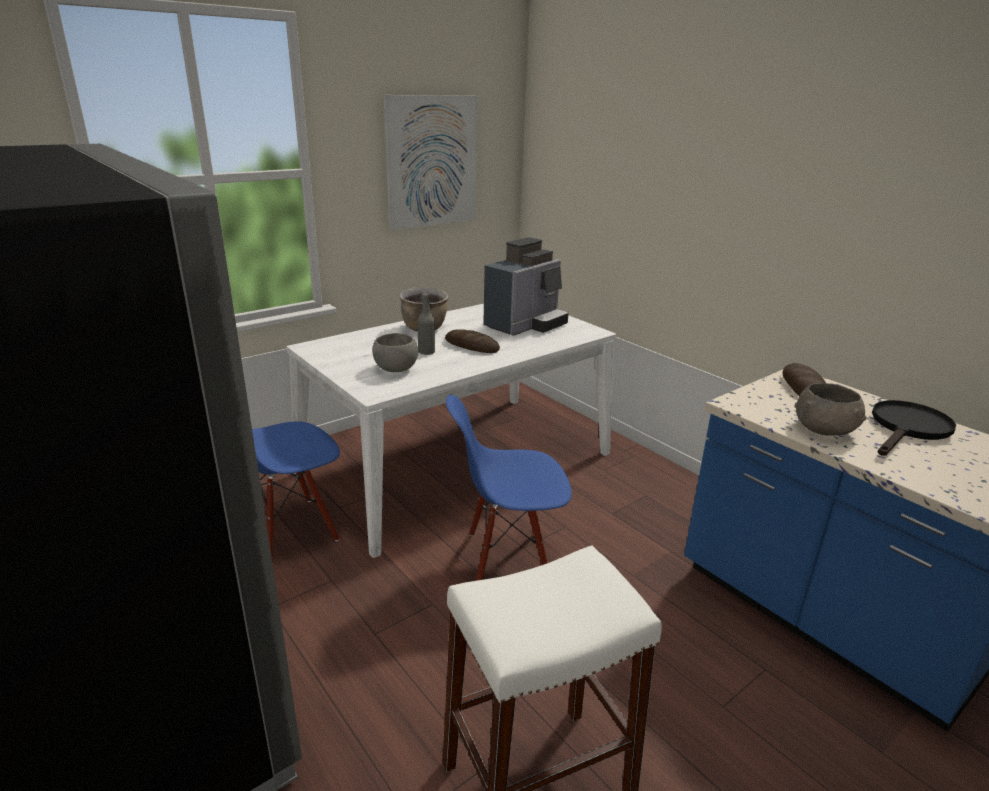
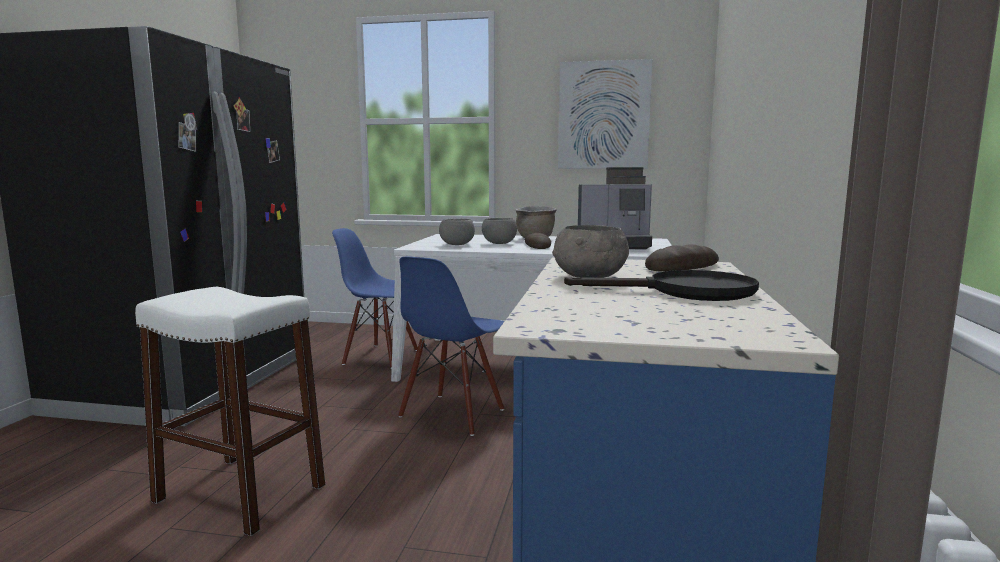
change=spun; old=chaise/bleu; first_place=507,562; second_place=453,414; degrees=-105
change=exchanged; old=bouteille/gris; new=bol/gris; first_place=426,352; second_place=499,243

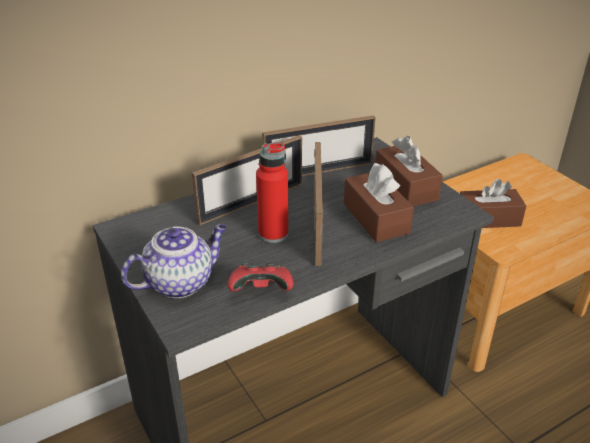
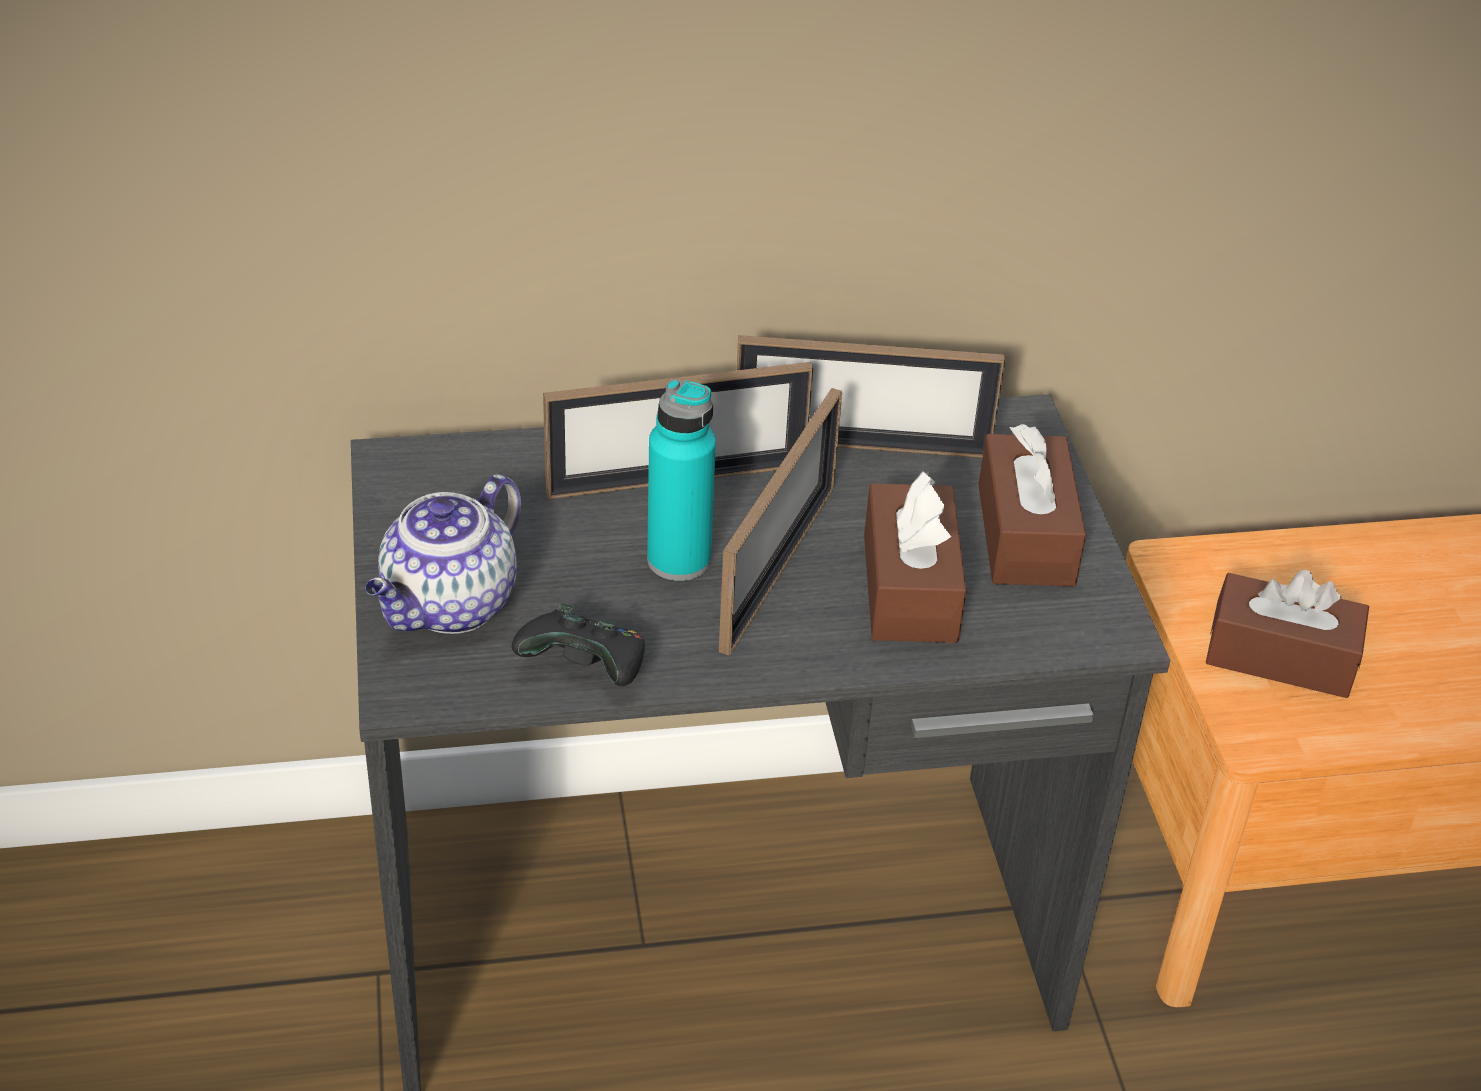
change=spun; old=théière; first_place=181,282; second_place=449,607; degrees=135
change=colour; old=manette/rouge; new=manette/noir; first_place=261,290; second_place=586,670
change=colour; old=bouteille/rouge; new=bouteille/turquoise; first_place=273,234; second_place=679,560

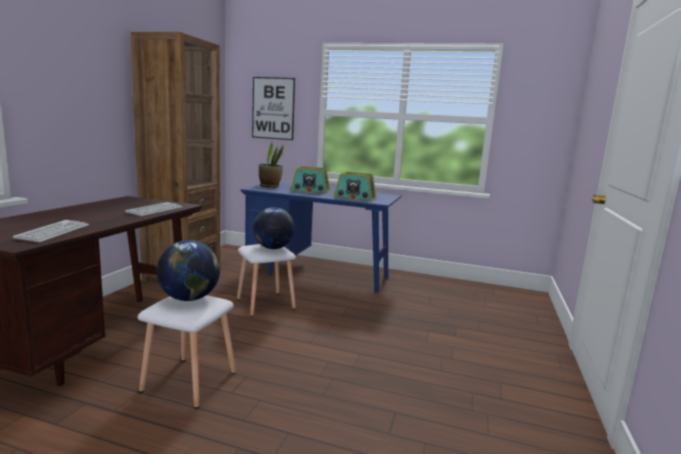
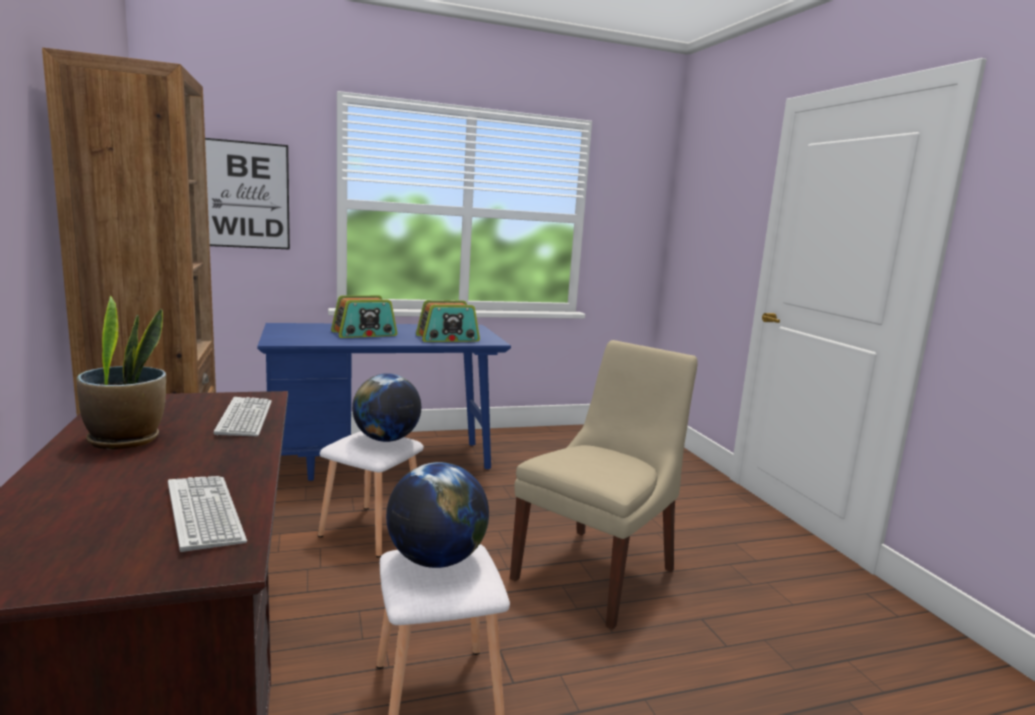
change=relocated; old=plante en pot; first_place=270,186; second_place=126,439
change=appeared; new=chaise/beige; second_place=597,572

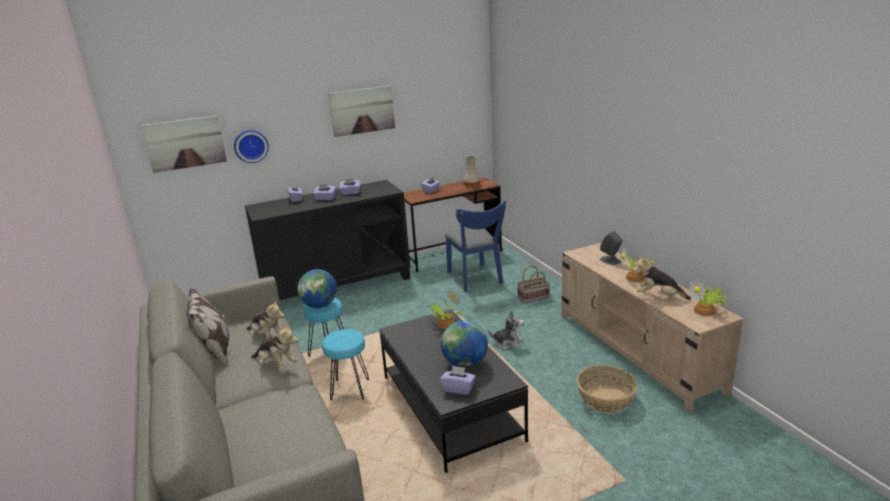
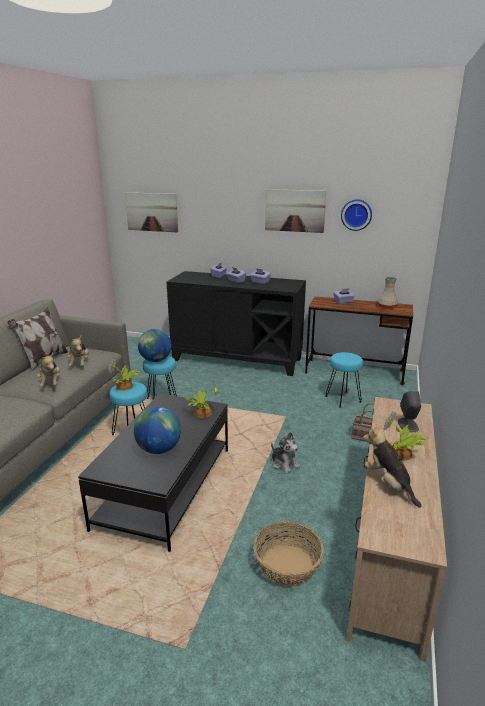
change=relocated; old=plante en pot; first_place=706,311; second_place=125,387
change=exchanged; old=chaise/bleu; new=tabouret/turquoise; first_place=476,279; second_place=342,399
change=relocated; old=horloge murale; first_place=250,146; second_place=356,214
change=missing; old=boîte à mouchoirs/violet; first_place=458,389

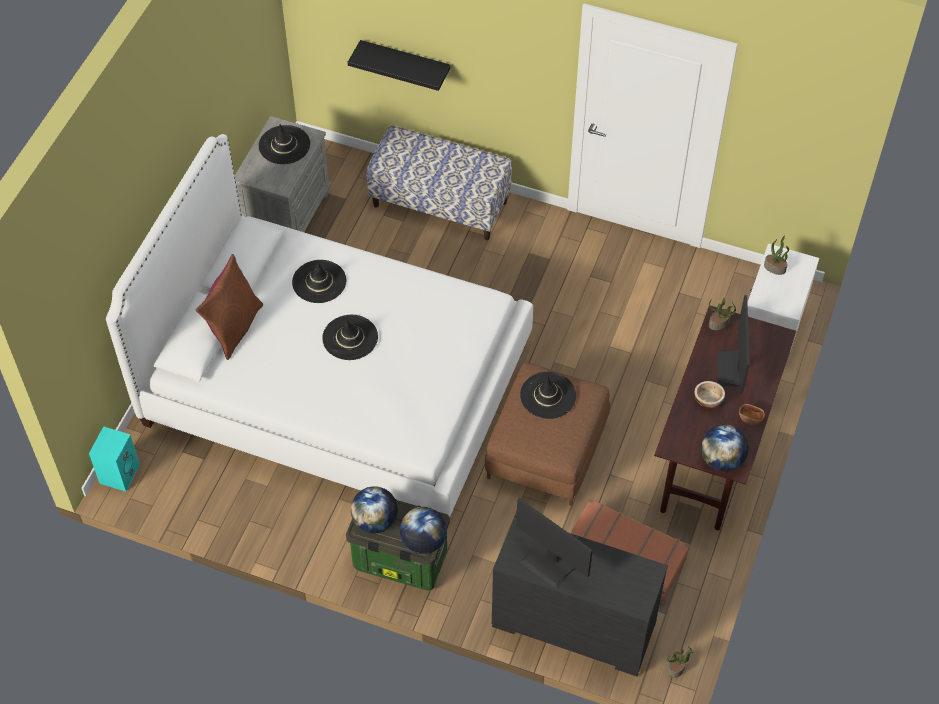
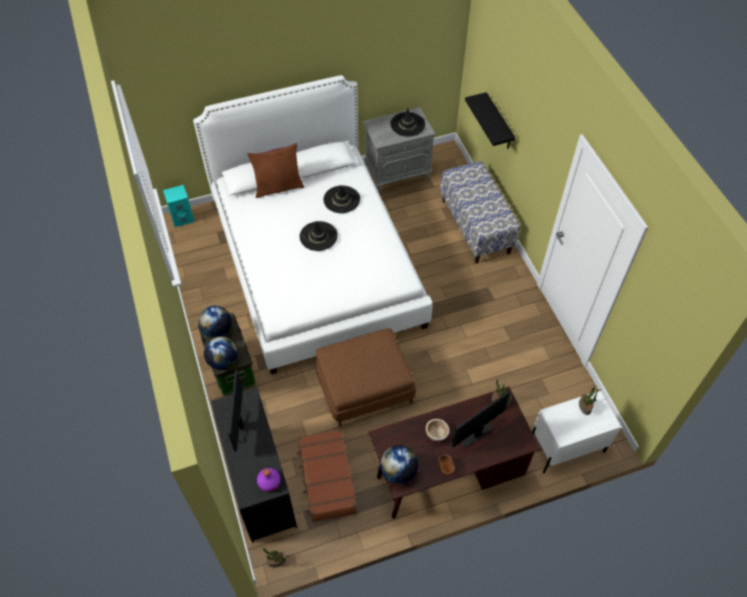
change=appeared; new=bouteille/violet; second_place=269,481
change=missing; old=chapeau/noir; first_place=548,395

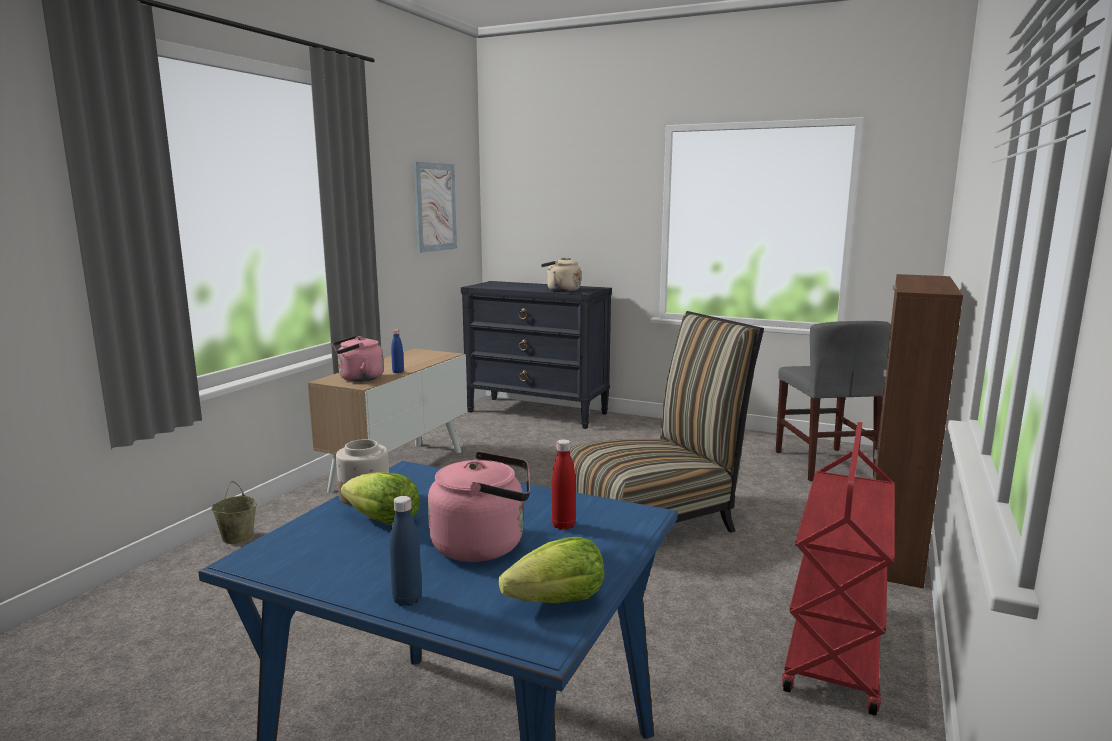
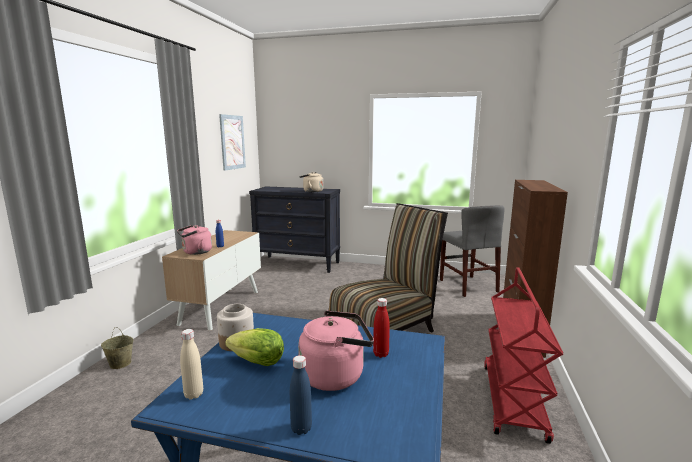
change=appeared; new=bouteille/beige; second_place=193,394
change=missing; old=laitue; first_place=558,602

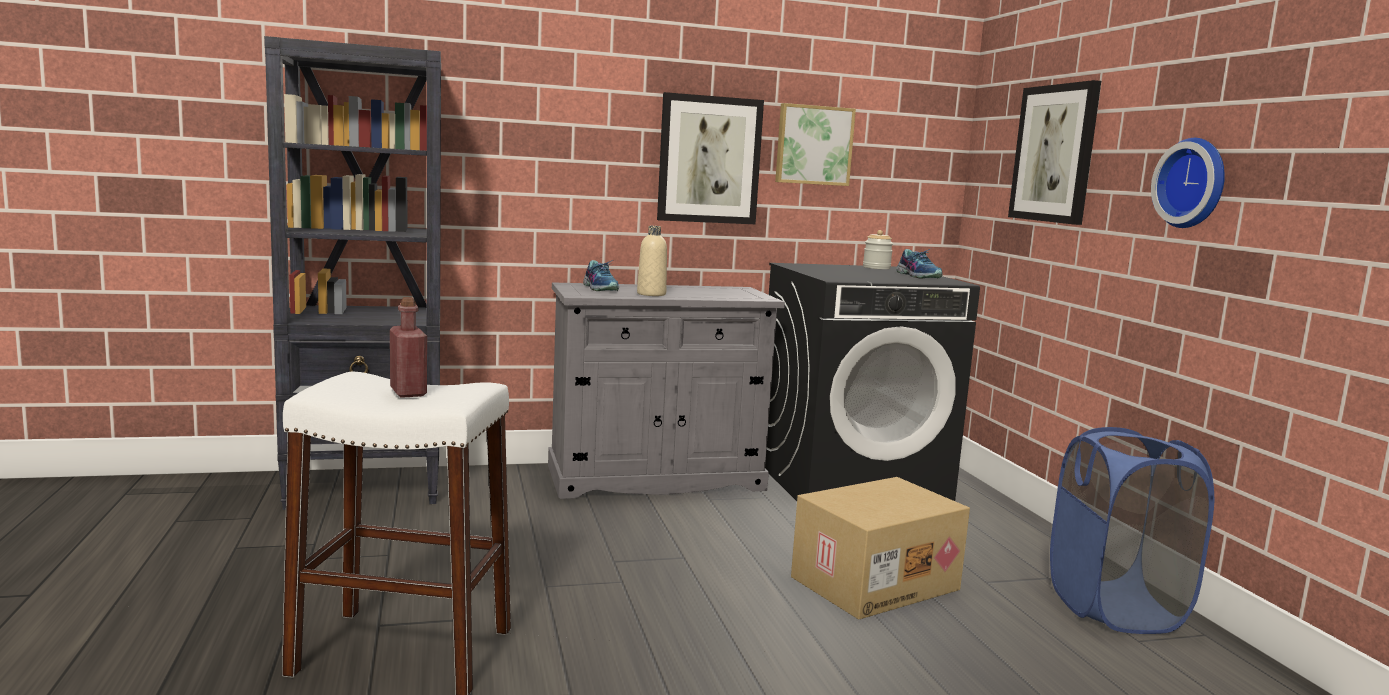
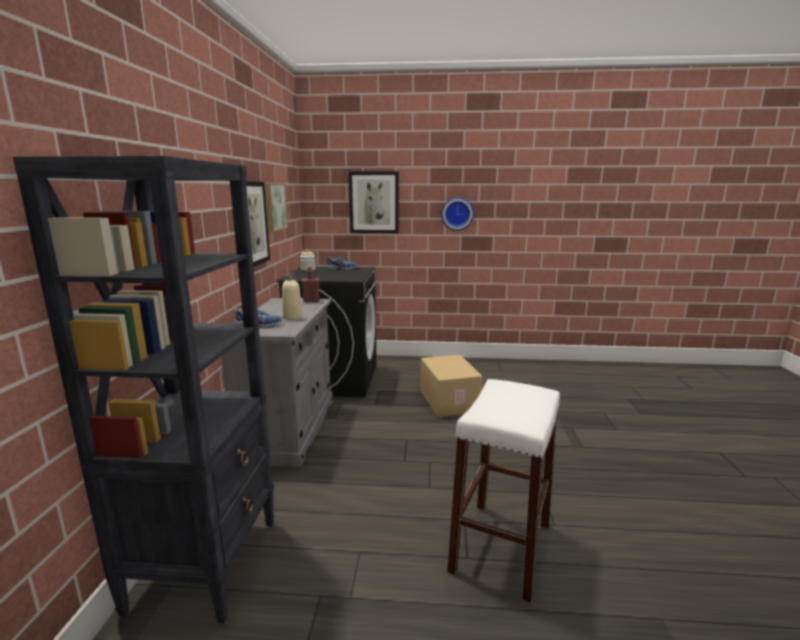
change=relocated; old=bouteille/rouge; first_place=408,392; second_place=311,301
change=missing; old=panier à linge/bleu; first_place=1115,608

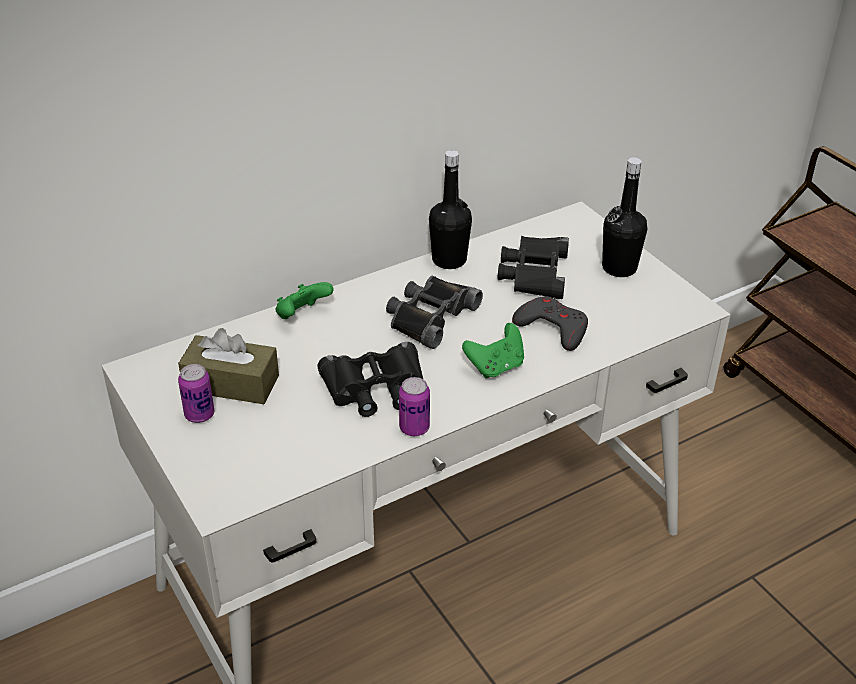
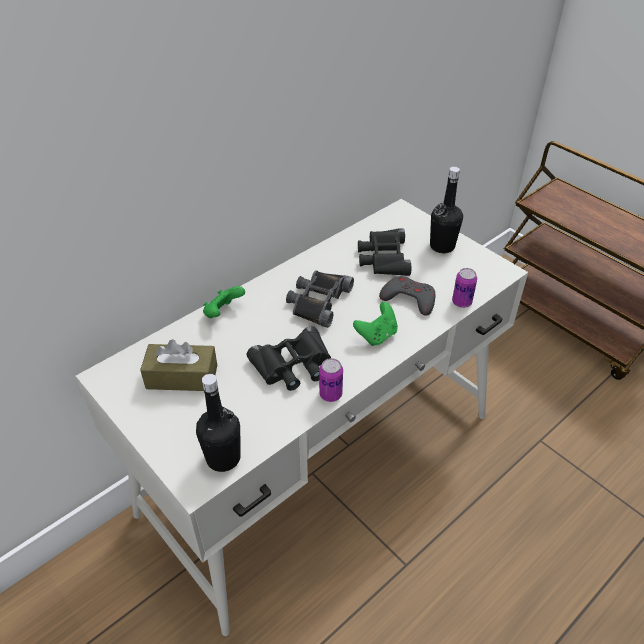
change=relocated; old=bouteille/noir; first_place=449,260; second_place=223,458
change=relocated; old=boîte métallique; first_place=199,415; second_place=461,302

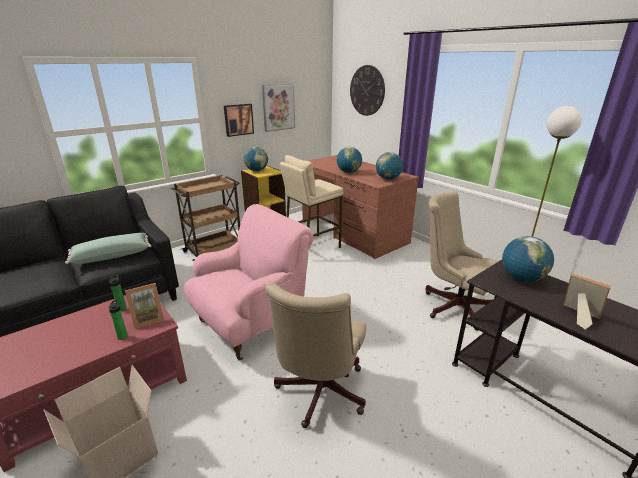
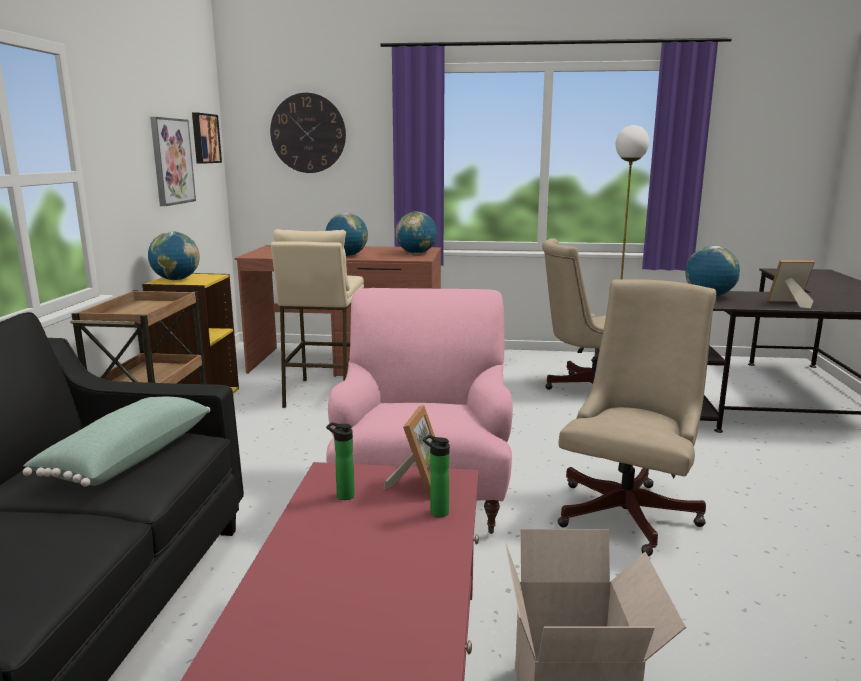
change=relocated; old=tableau; first_place=238,119; second_place=204,138
change=spun; old=chaise de bureau/beige; first_place=318,394; second_place=630,510; degrees=-120

